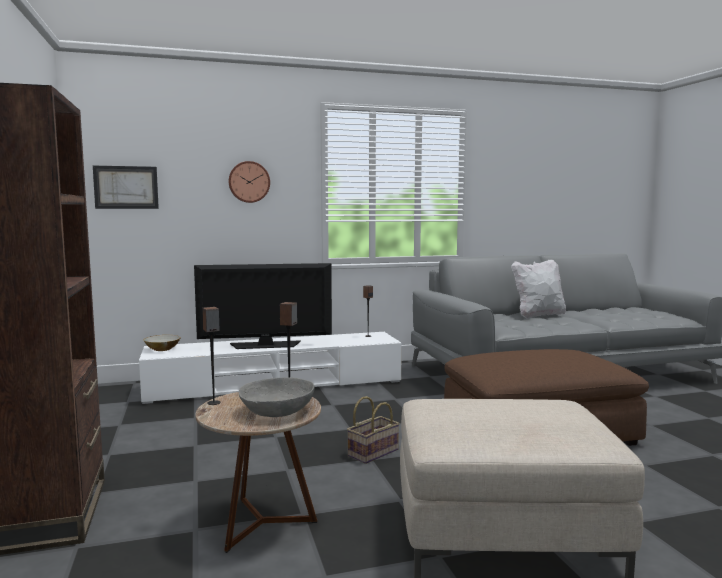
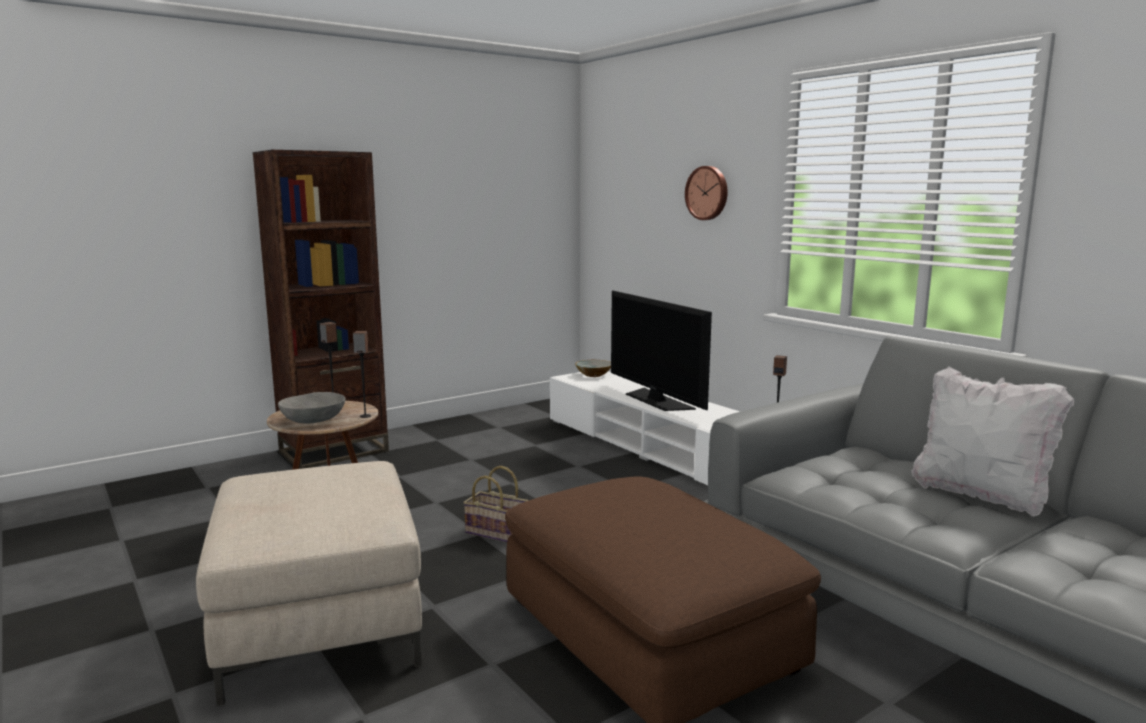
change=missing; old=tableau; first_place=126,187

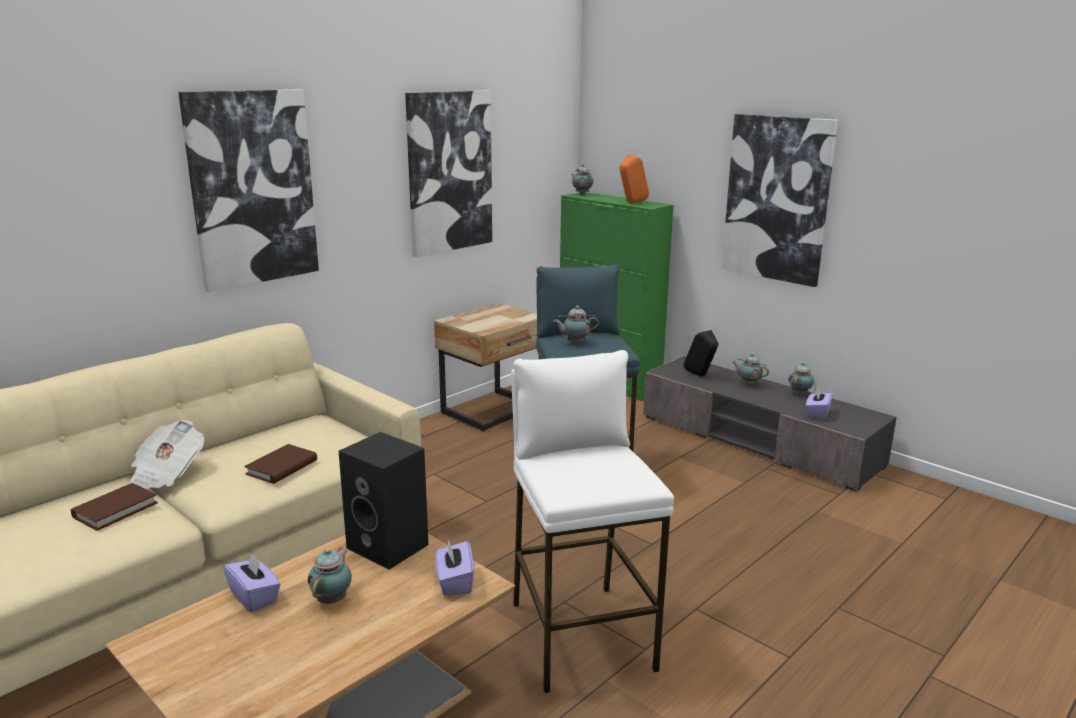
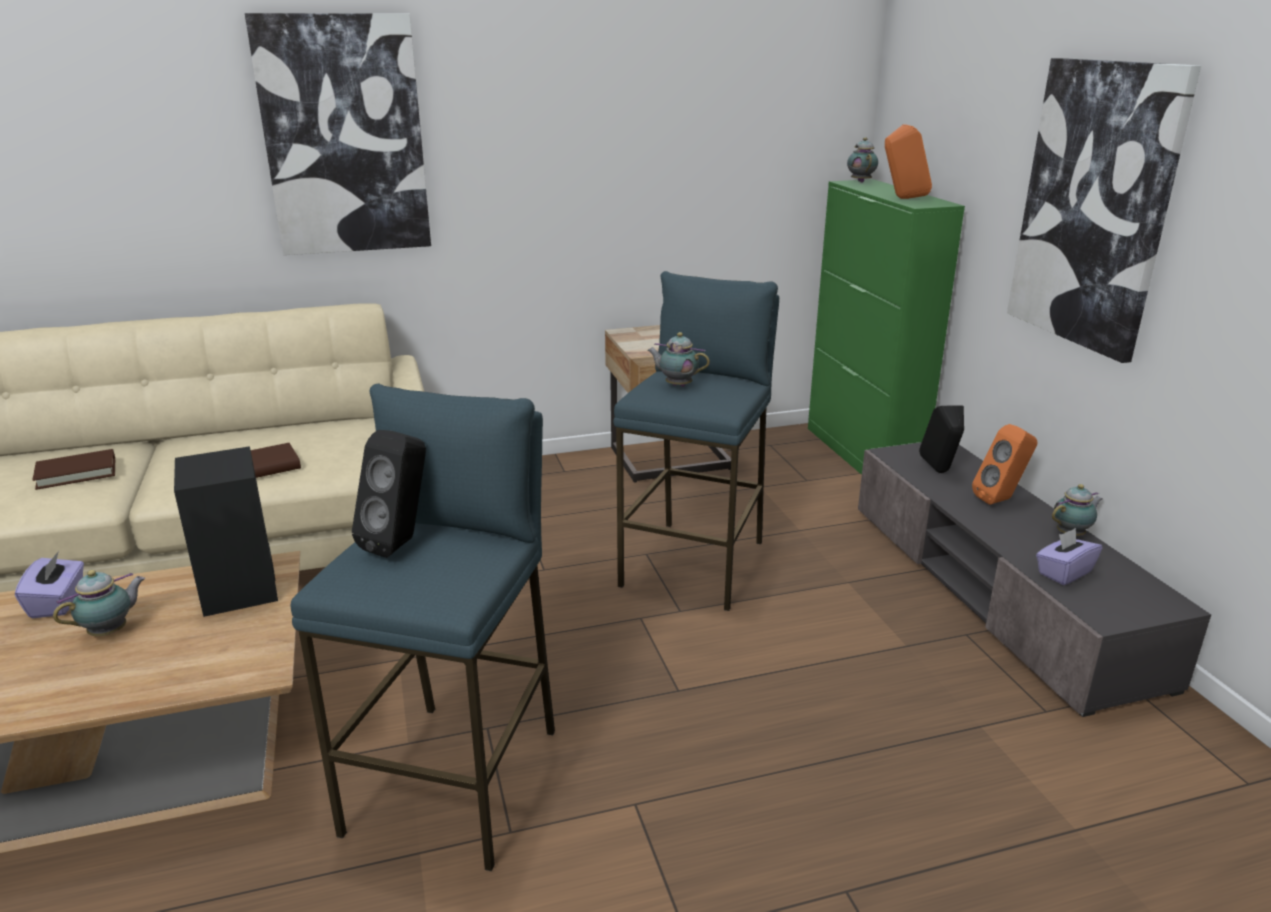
change=colour; old=tabouret/blanc; new=tabouret/bleu; first_place=581,635; second_place=457,779
change=appeared; new=enceinte/noir; second_place=400,543
change=exchanged; old=théière; new=enceinte/orange; first_place=748,384; second_place=1001,500
change=missing; old=journal; first_place=166,474
change=missing; old=tableau; first_place=449,172
change=missing; old=boîte à mouchoirs/violet; first_place=454,582

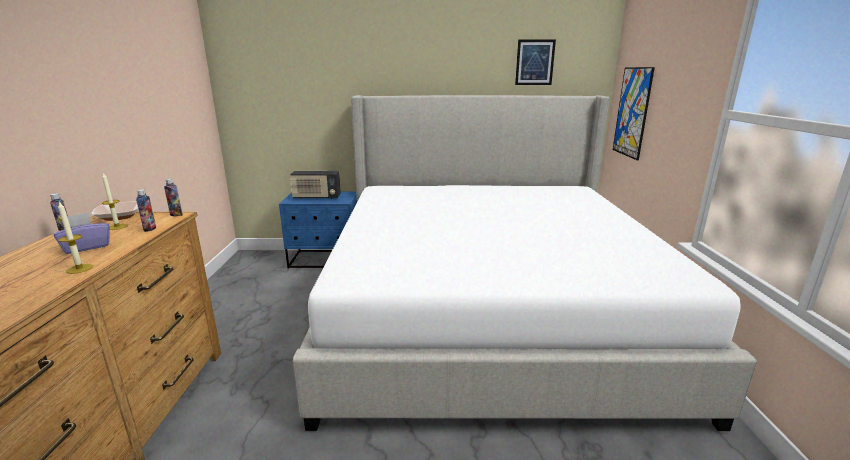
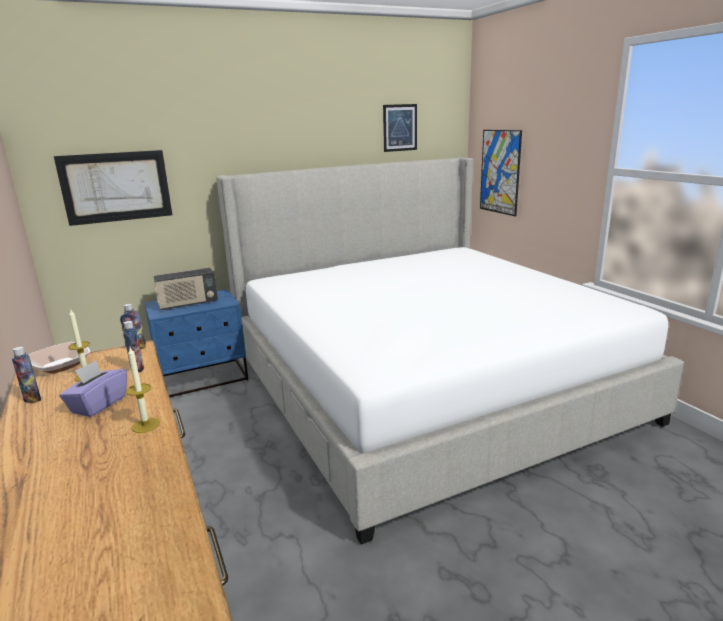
change=appeared; new=tableau; second_place=116,187

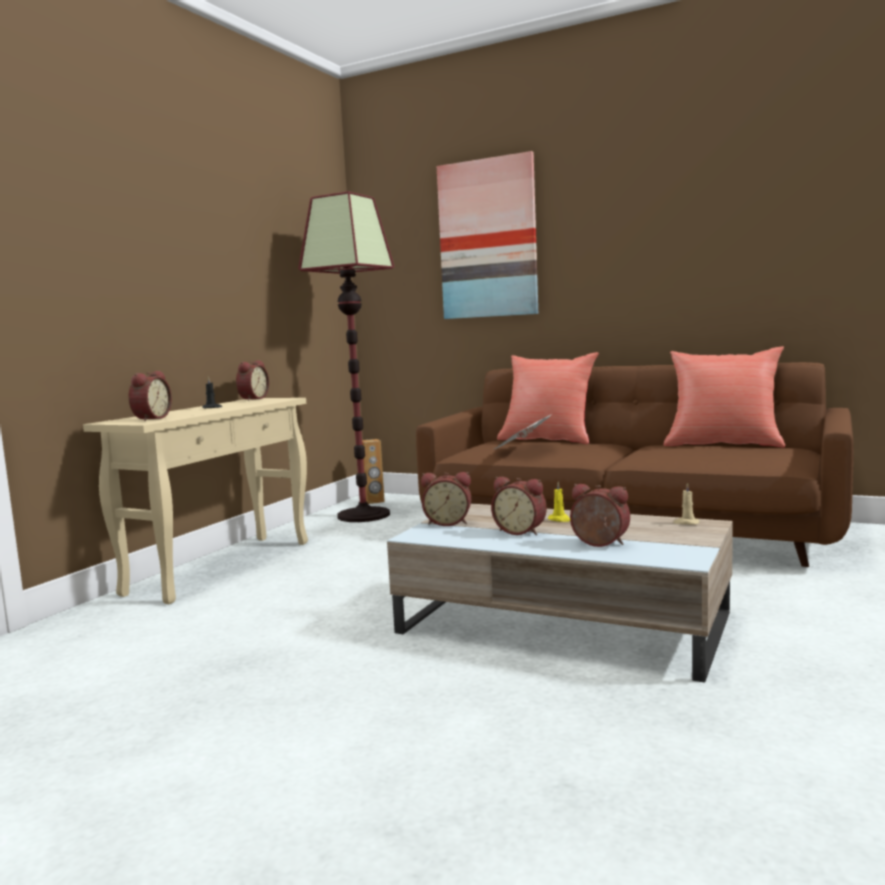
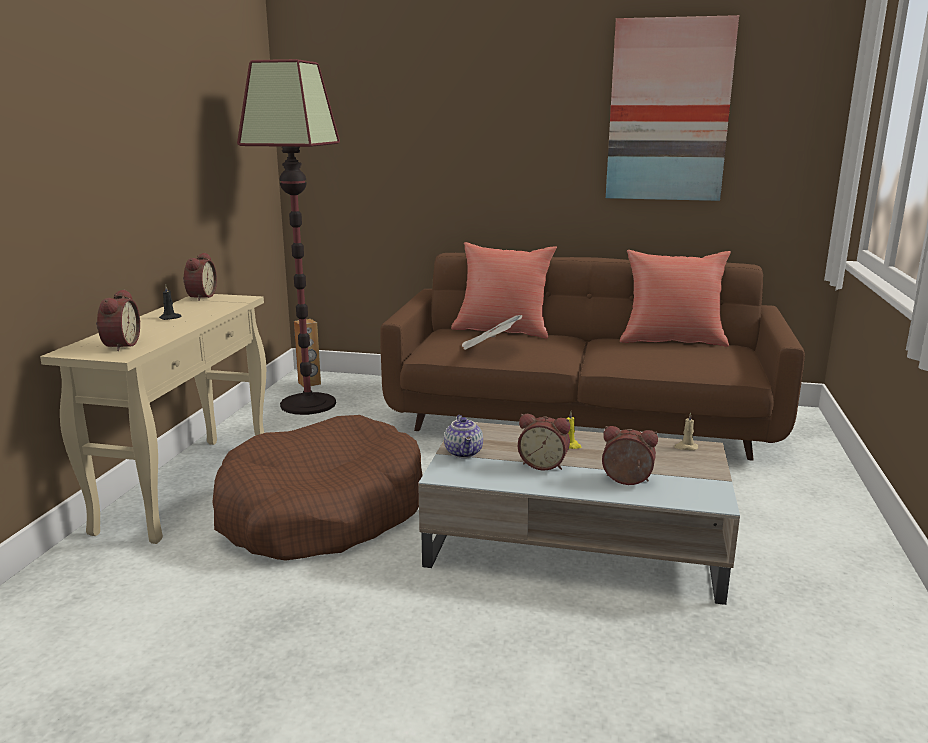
change=appeared; new=panier pour chien/marron; second_place=322,512
change=exchanged; old=réveil; new=théière; first_place=448,522; second_place=464,453
change=relocated; old=tableau; first_place=488,239; second_place=668,111

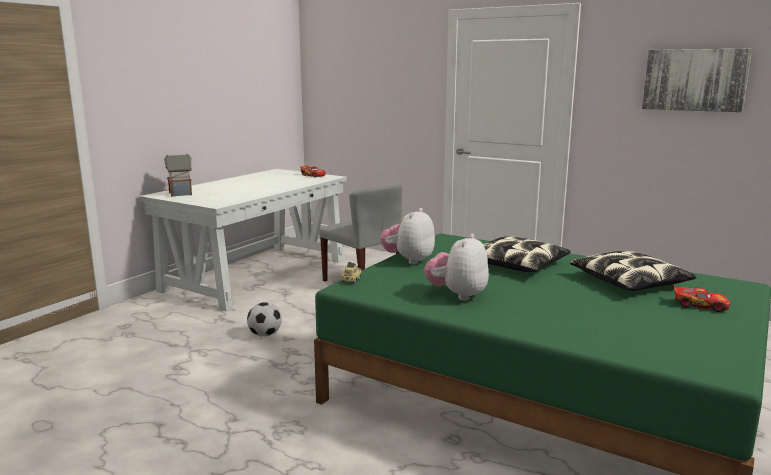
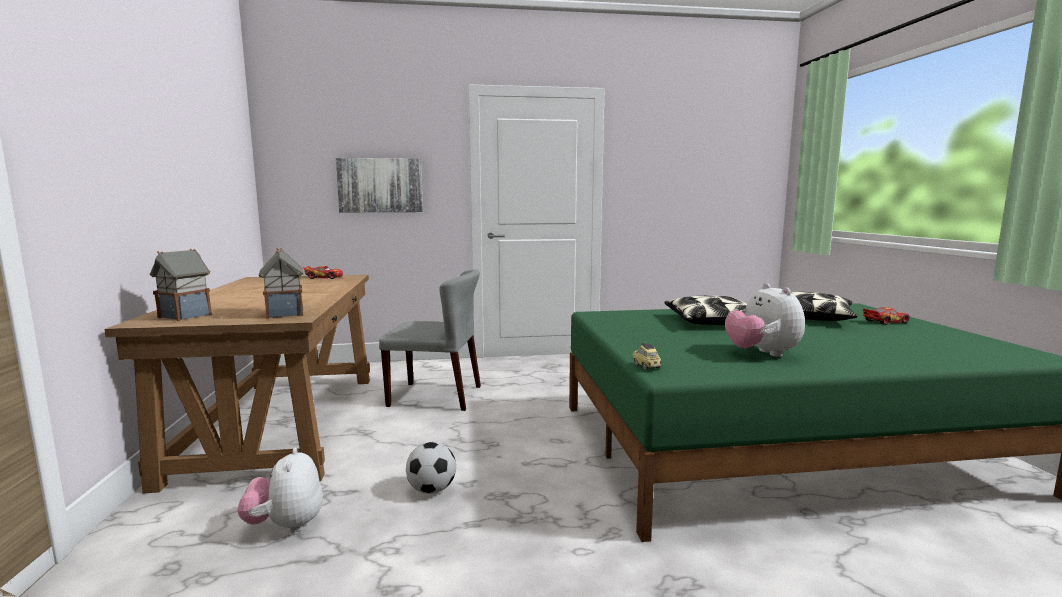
change=colour; old=bureau/blanc; new=bureau/marron; first_place=256,275; second_place=282,423
change=relocated; old=peluche; first_place=408,260; second_place=286,525
change=appeared; new=maison miniature; second_place=285,314
change=relocated; old=tableau; first_place=694,80; second_place=380,185

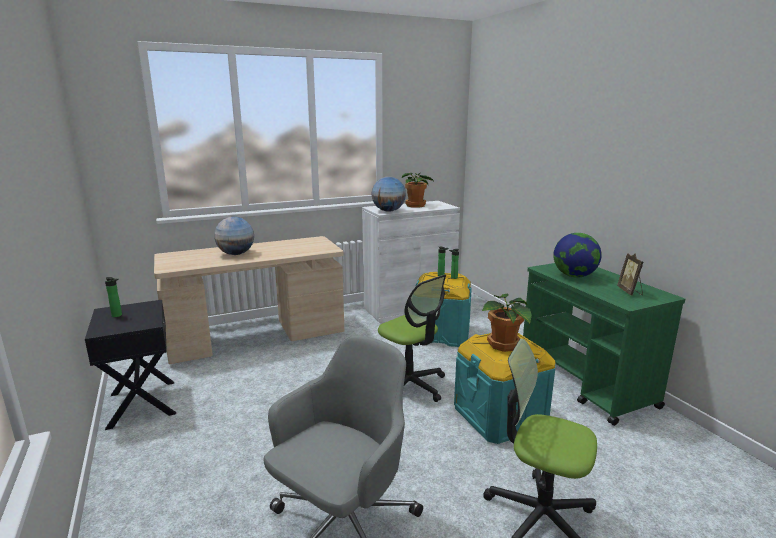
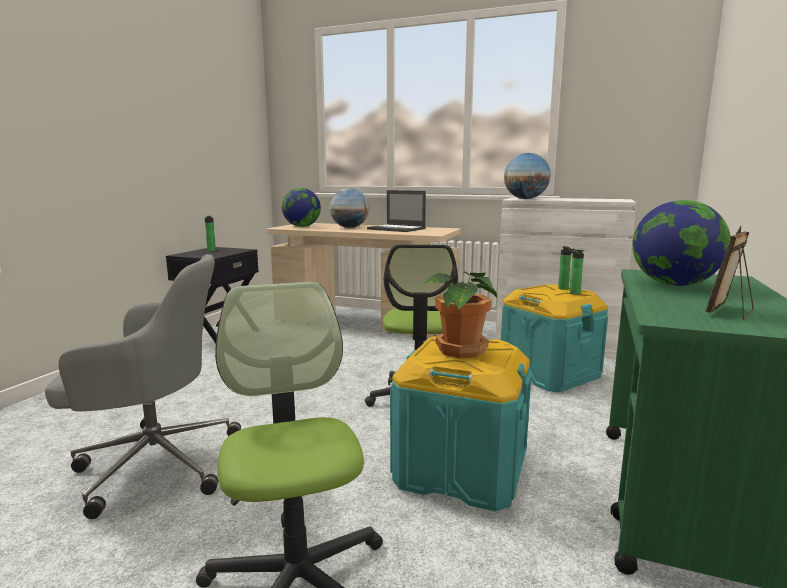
change=appeared; new=globe; second_place=302,226
change=appeared; new=ordinateur portable; second_place=397,229
change=missing; old=plante en pot; first_place=416,205

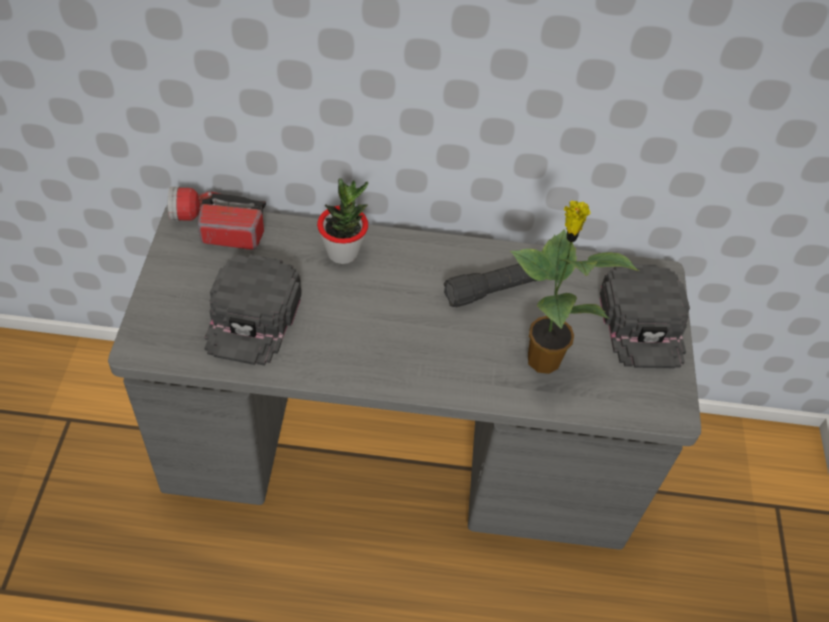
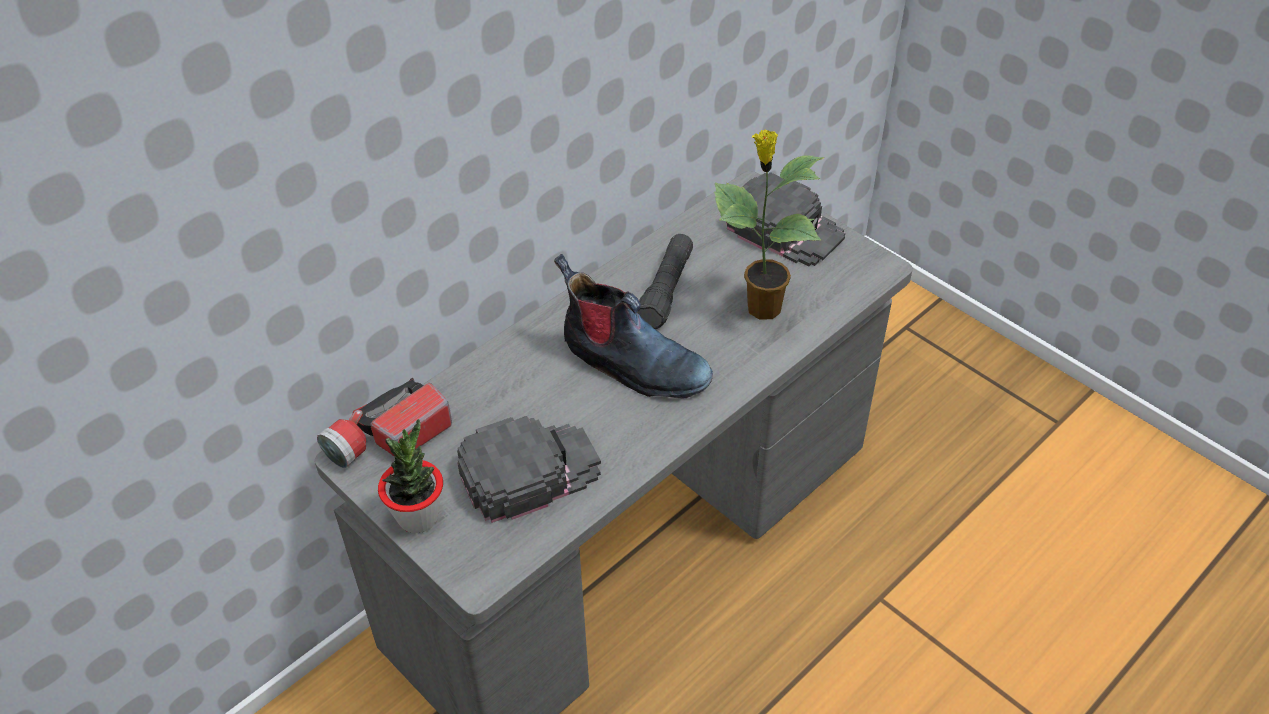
change=relocated; old=plante en pot; first_place=343,252; second_place=418,517
change=spun; old=casquette/noir; first_place=253,317; second_place=529,471; degrees=-75
change=appeared; new=botte; second_place=632,364

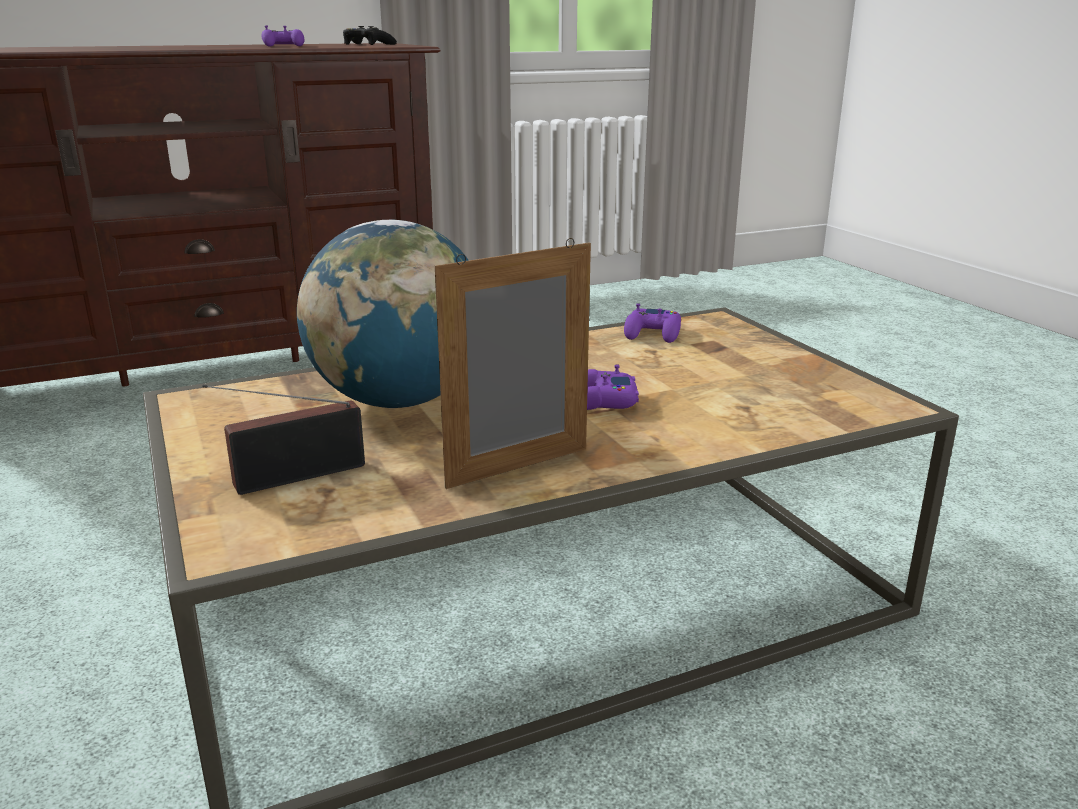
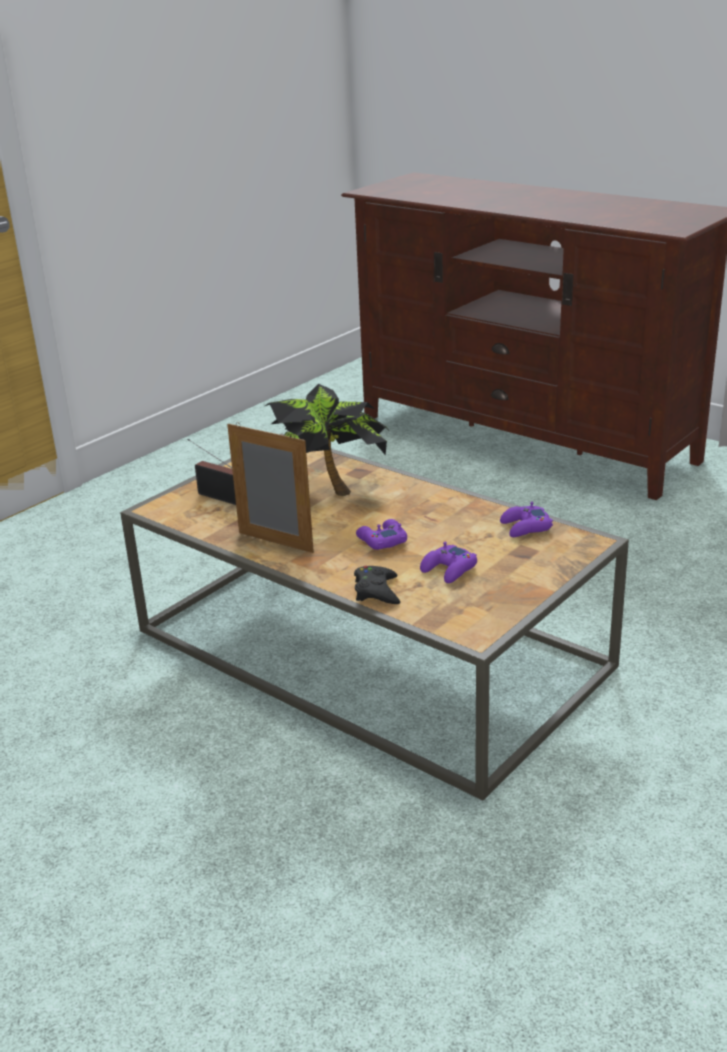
change=exchanged; old=globe; new=plante en pot; first_place=399,401; second_place=328,490
change=relocated; old=manette/noir; first_place=367,44; second_place=376,591
change=relocated; old=manette/violet; first_place=283,46; second_place=449,569

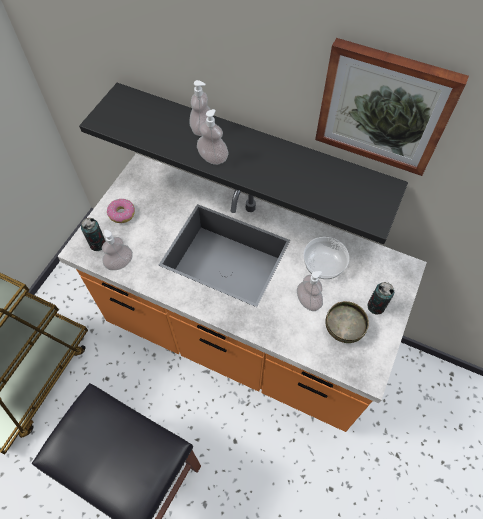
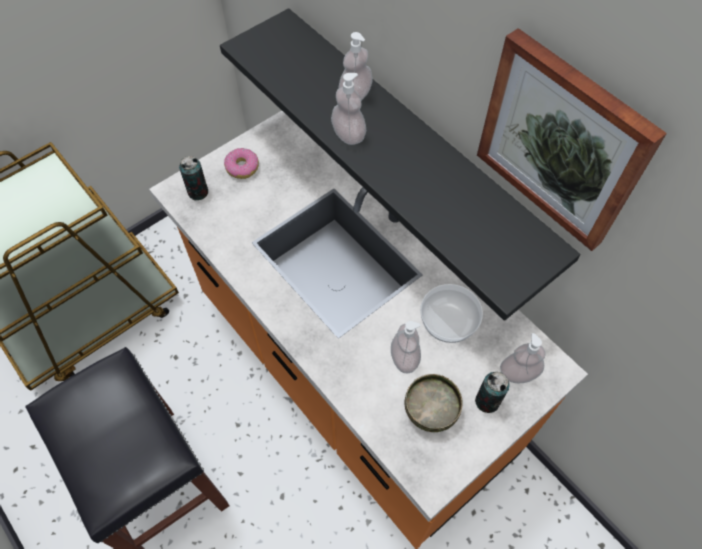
change=relocated; old=distributeur de savon; first_place=120,263; second_place=518,373

